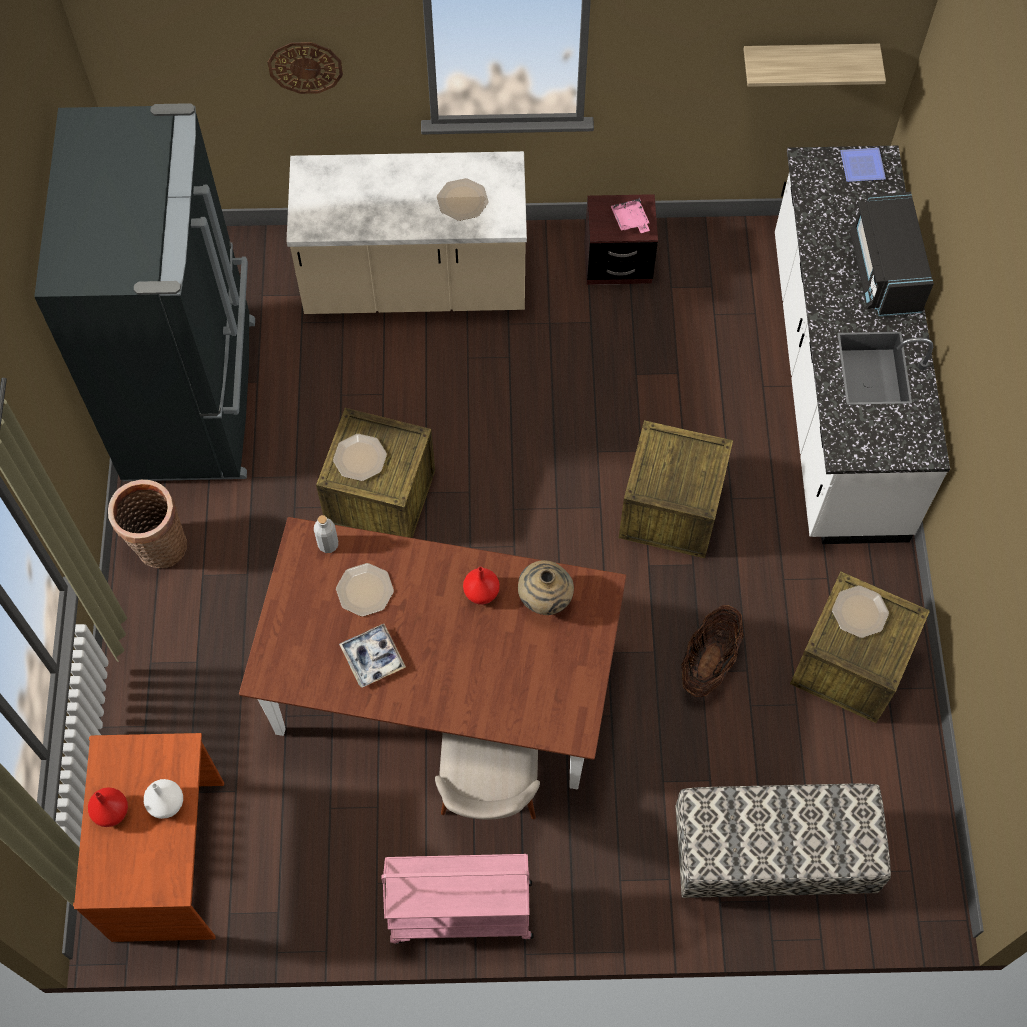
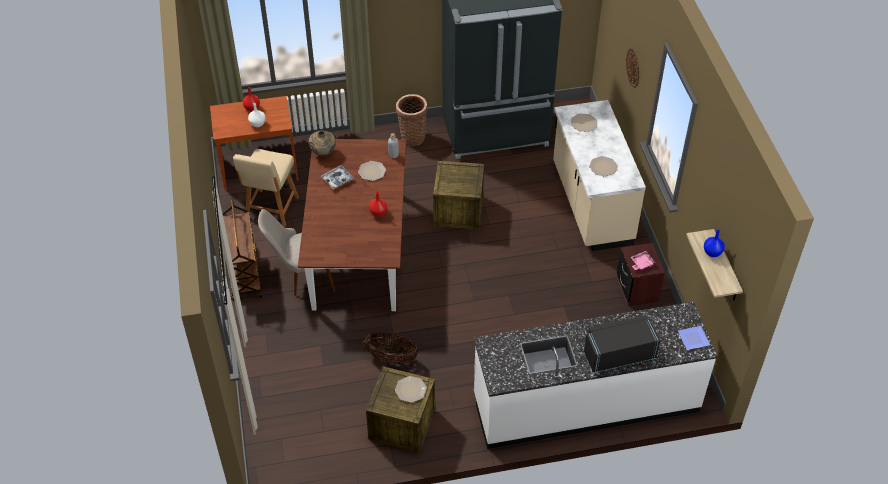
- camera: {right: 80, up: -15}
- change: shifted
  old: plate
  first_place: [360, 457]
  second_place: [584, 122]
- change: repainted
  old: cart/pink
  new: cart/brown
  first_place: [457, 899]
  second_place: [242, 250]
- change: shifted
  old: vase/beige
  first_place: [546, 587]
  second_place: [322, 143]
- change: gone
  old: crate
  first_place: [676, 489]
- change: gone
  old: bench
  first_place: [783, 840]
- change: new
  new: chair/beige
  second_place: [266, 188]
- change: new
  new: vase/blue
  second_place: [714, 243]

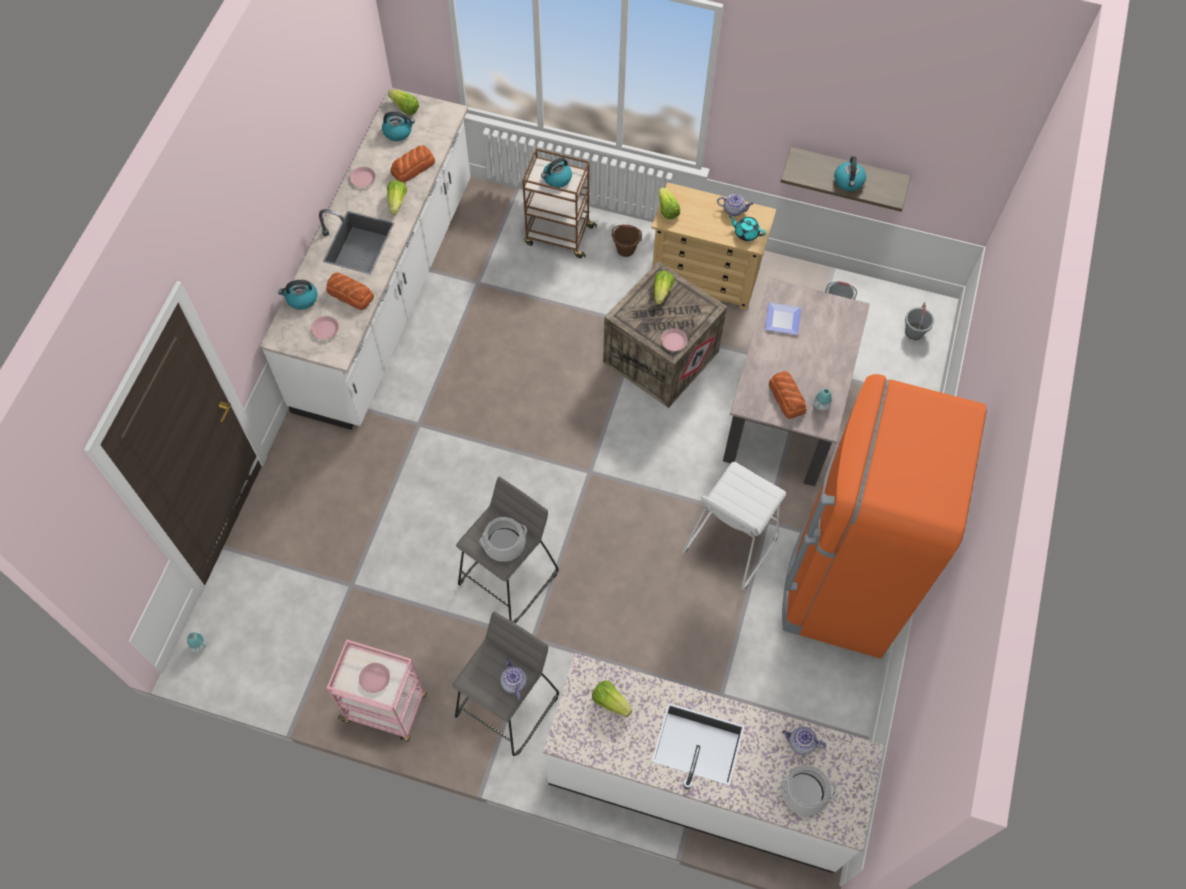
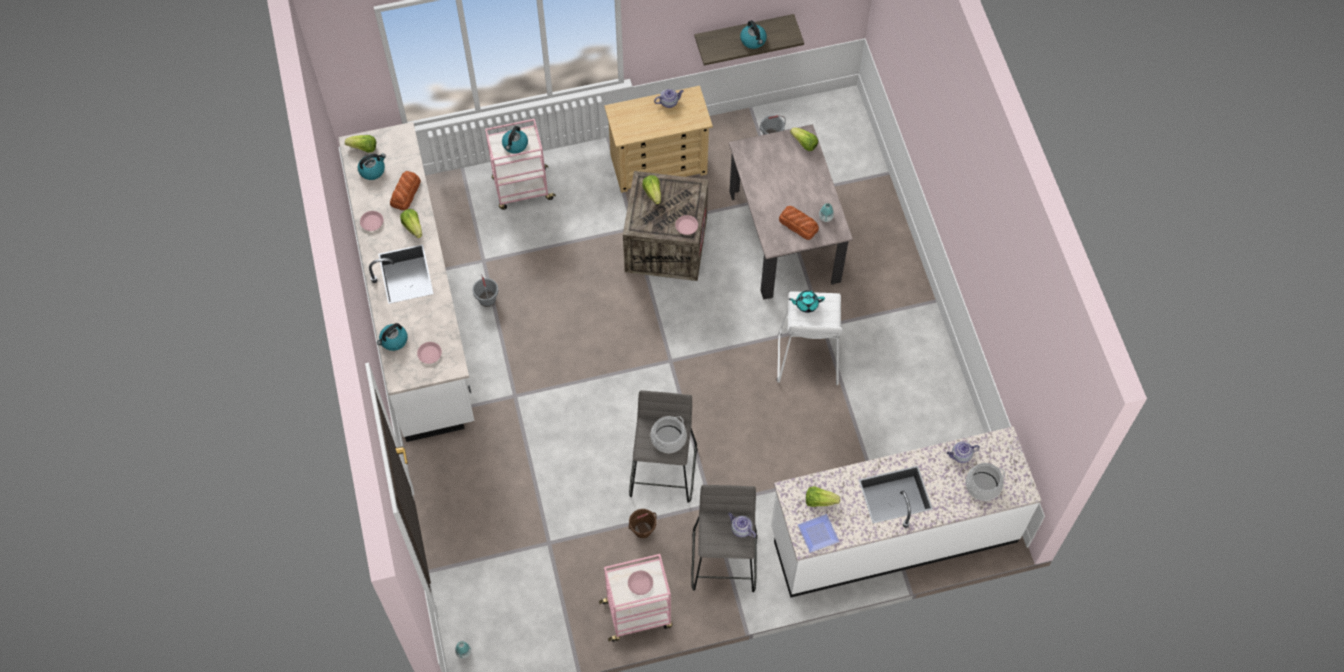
- camera: {right: -30, up: 0}
- change: gone
  old: bread
  first_place: [350, 291]
- change: repainted
  old: cart/brown
  new: cart/pink
  first_place: [559, 203]
  second_place: [520, 164]
- change: shifted
  old: bucket/brown
  first_place: [627, 240]
  second_place: [643, 523]
- change: shifted
  old: lettuce
  first_place: [669, 203]
  second_place: [804, 139]
- change: shifted
  old: teapot/turquoise
  first_place: [747, 228]
  second_place: [806, 301]
- change: shifted
  old: plate
  first_place: [783, 318]
  second_place: [818, 533]
- change: gone
  old: fridge/orange
  first_place: [884, 516]
- change: shifted
  old: bucket/grey
  first_place: [919, 321]
  second_place: [485, 290]

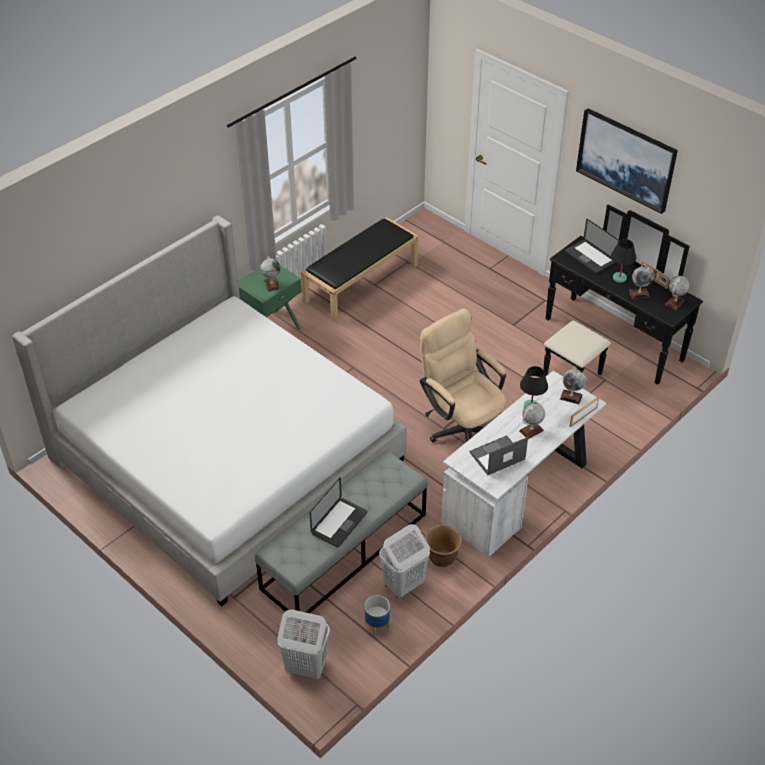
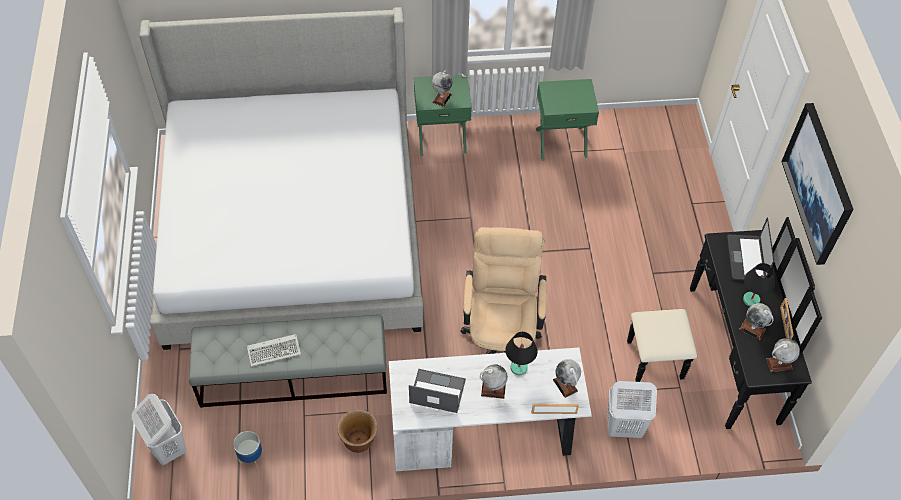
- camera: {right: 40, up: 10}
- change: swapped
  old: bench/black
  new: nightstand/green
  first_place: [359, 269]
  second_place: [567, 120]
- change: swapped
  old: laptop
  new: keyboard
  first_place: [338, 512]
  second_place: [274, 350]
- change: shifted
  old: laundry basket/white
  first_place: [404, 561]
  second_place: [632, 409]

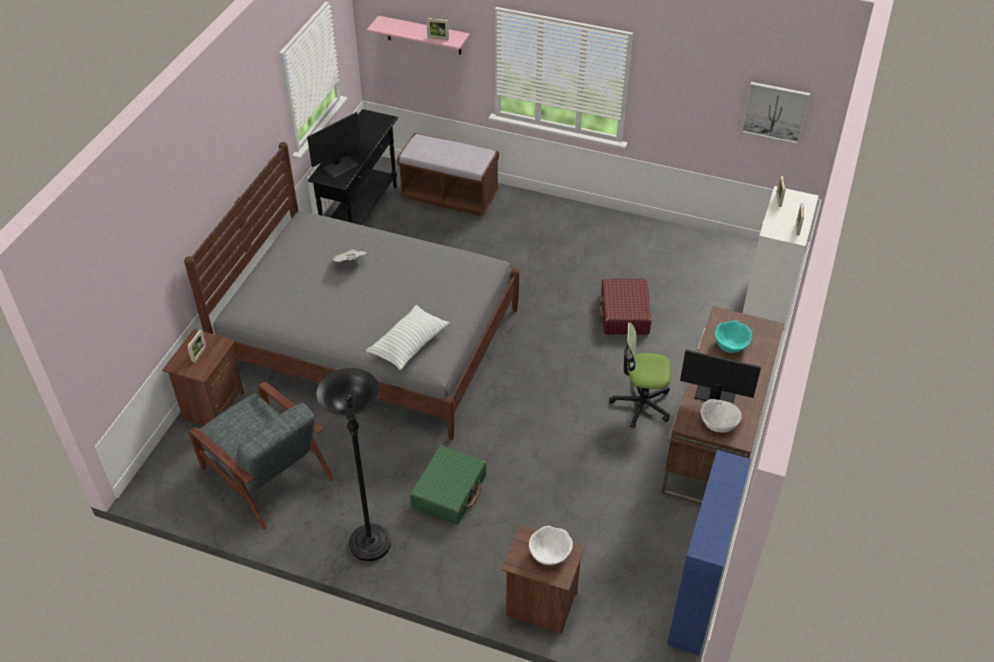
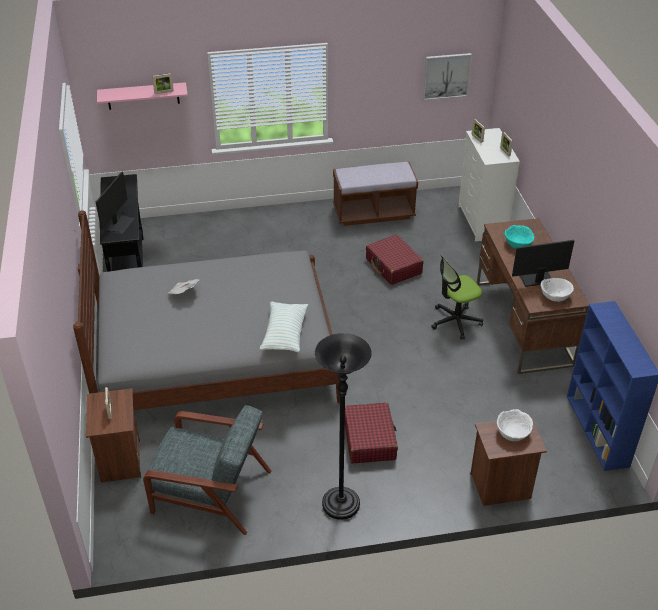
- camera: {right: -30, up: -5}
- change: shifted
  old: bench/brown
  first_place: [448, 174]
  second_place: [375, 194]
- change: repainted
  old: suitcase/green
  new: suitcase/red
  first_place: [448, 485]
  second_place: [371, 433]

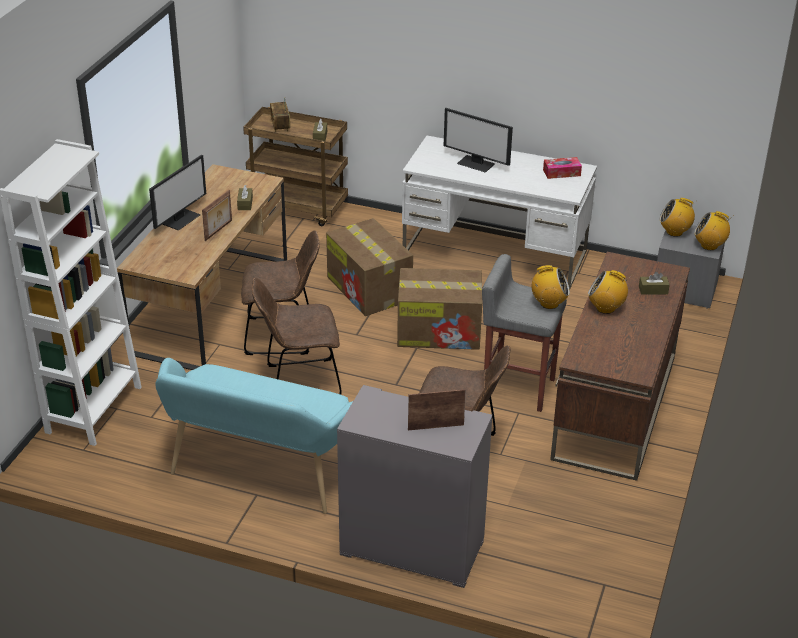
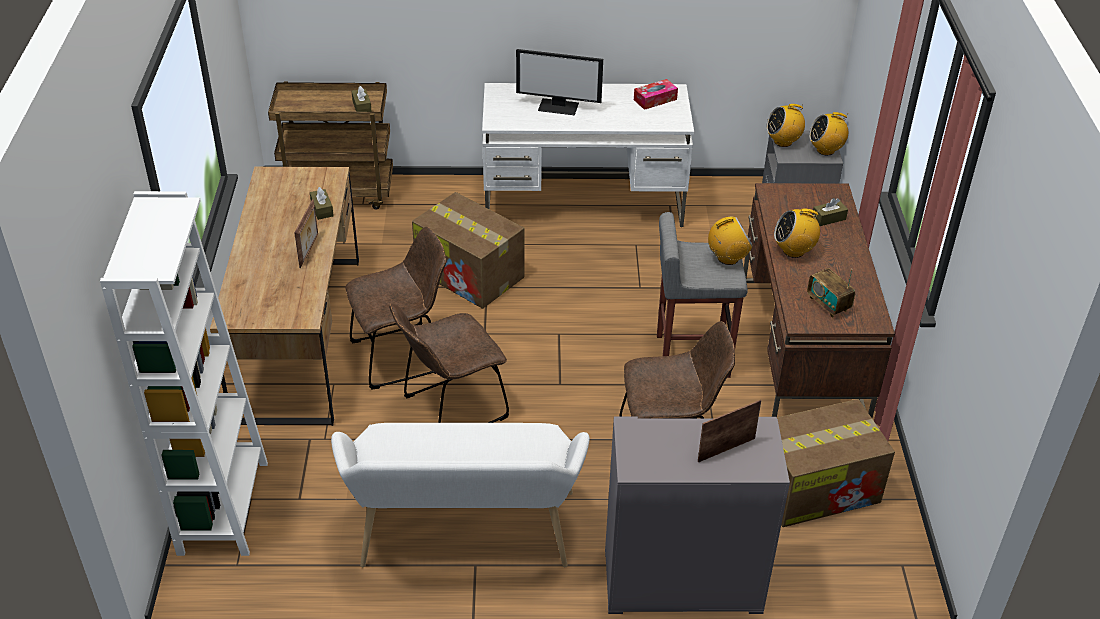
- camera: {right: -20, up: 5}
- change: gone
  old: monitor
  first_place: [177, 193]
- change: repainted
  old: bench/turquoise
  new: bench/white
  first_place: [254, 436]
  second_place: [460, 495]
- change: shifted
  old: radio
  first_place: [280, 114]
  second_place: [831, 293]
- change: shifted
  old: cardboard box
  first_place: [439, 309]
  second_place: [836, 463]

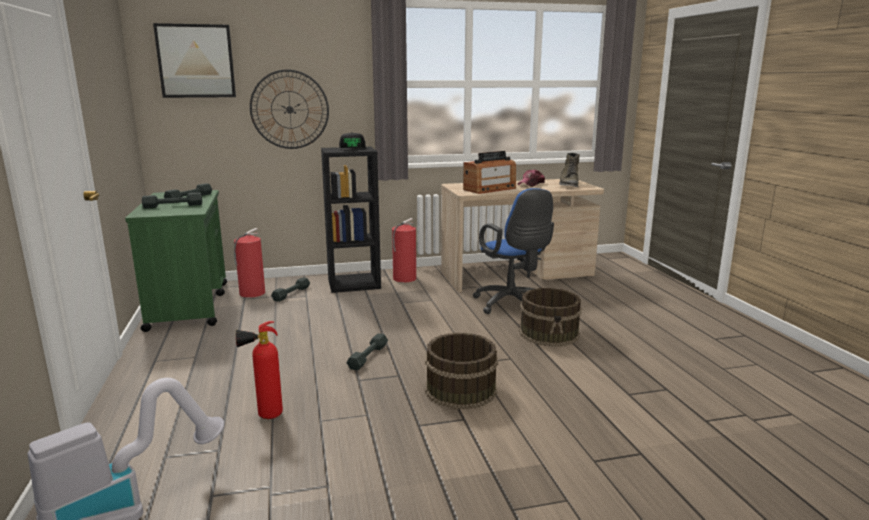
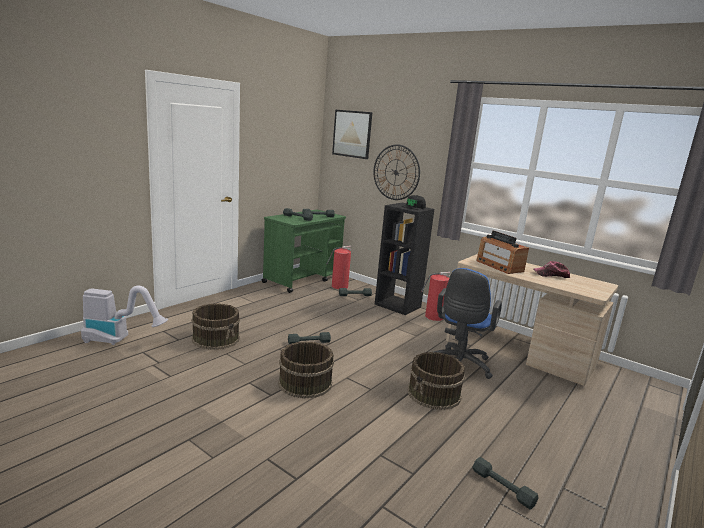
- camera: {right: 50, up: 0}
- change: swapped
  old: fire extinguisher
  new: bucket/brown
  first_place: [259, 370]
  second_place: [215, 326]
- change: rotated
  old: radio
  first_place: [489, 172]
  second_place: [502, 252]
  degrees: 45
- change: gone
  old: boot/green
  first_place: [569, 170]
- change: new
  new: dumbbell/grey
  second_place: [505, 483]

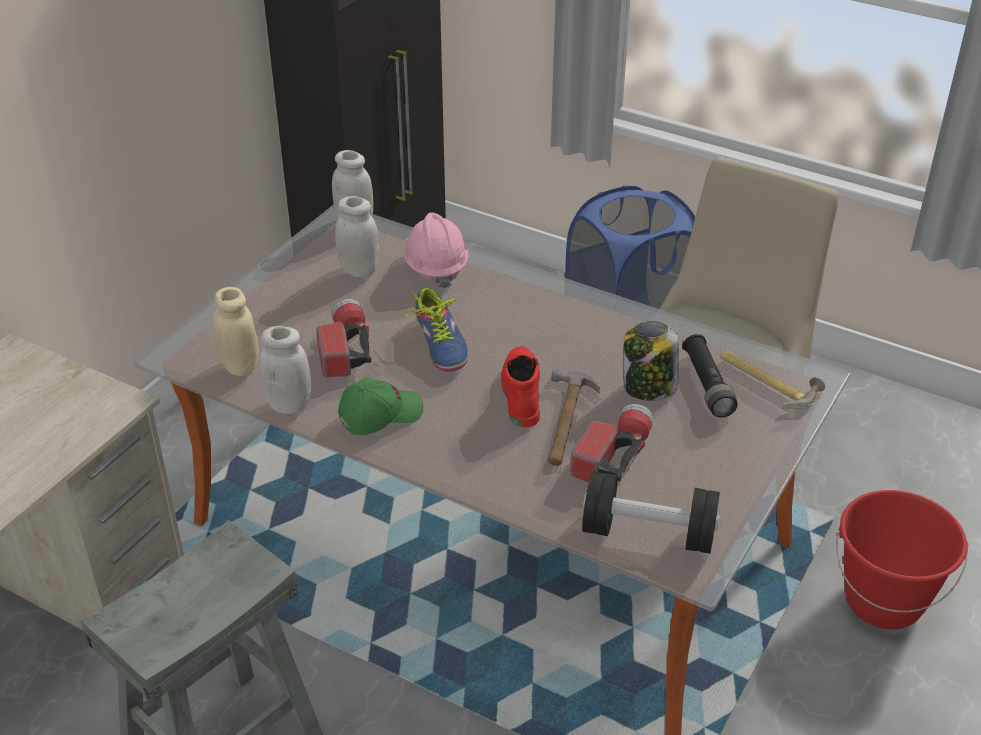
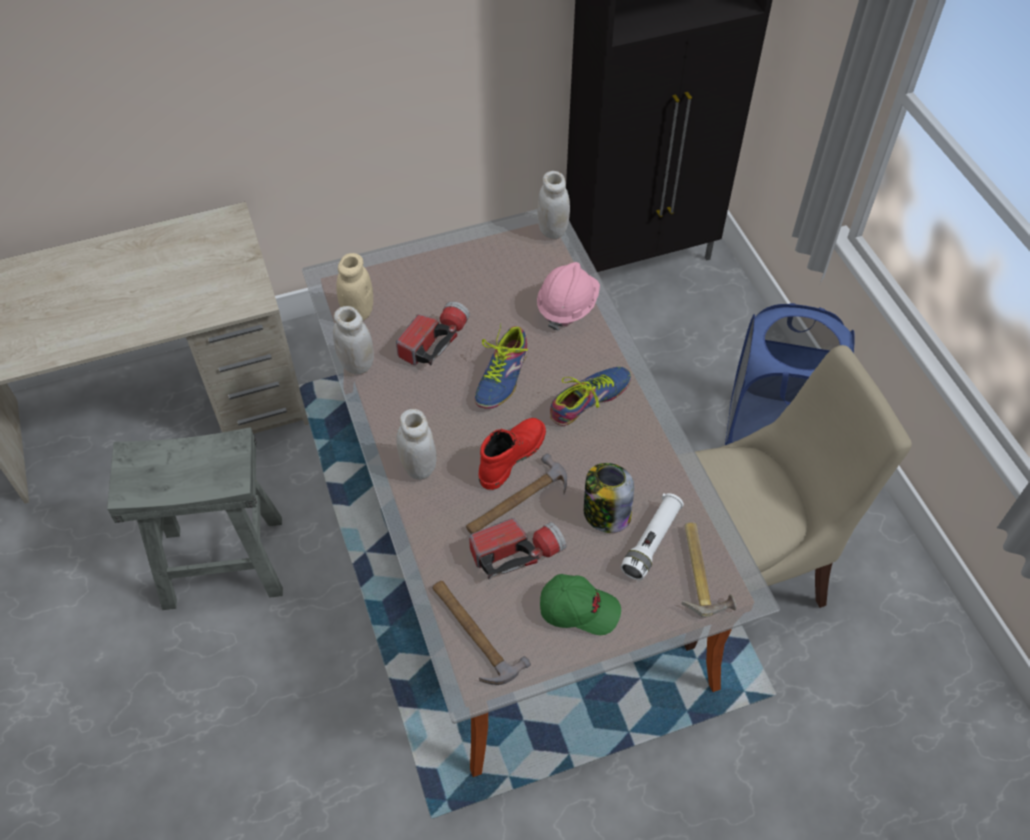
- camera: {right: 40, up: 15}
- change: shifted
  old: jar/white
  first_place: [357, 236]
  second_place: [416, 444]
- change: shifted
  old: cap/green
  first_place: [380, 406]
  second_place: [580, 604]
- change: swapped
  old: dumbbell/black
  new: hammer
  first_place: [651, 512]
  second_place: [482, 633]
- change: repainted
  old: flashlight/black
  new: flashlight/white
  first_place: [710, 376]
  second_place: [652, 536]
- change: gone
  old: bucket/red
  first_place: [902, 560]
- change: new
  new: shoe
  second_place: [590, 396]

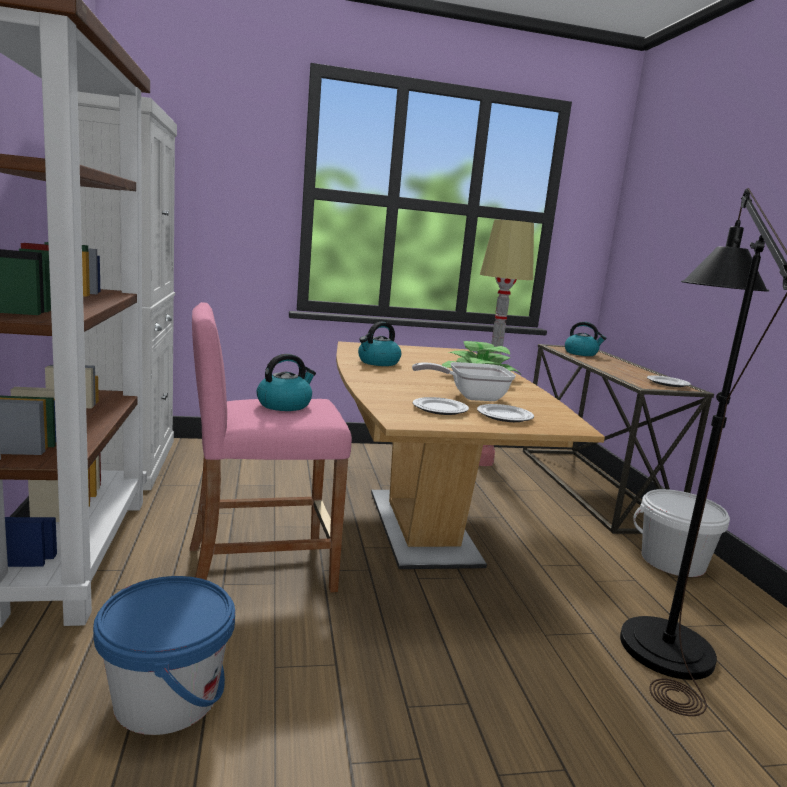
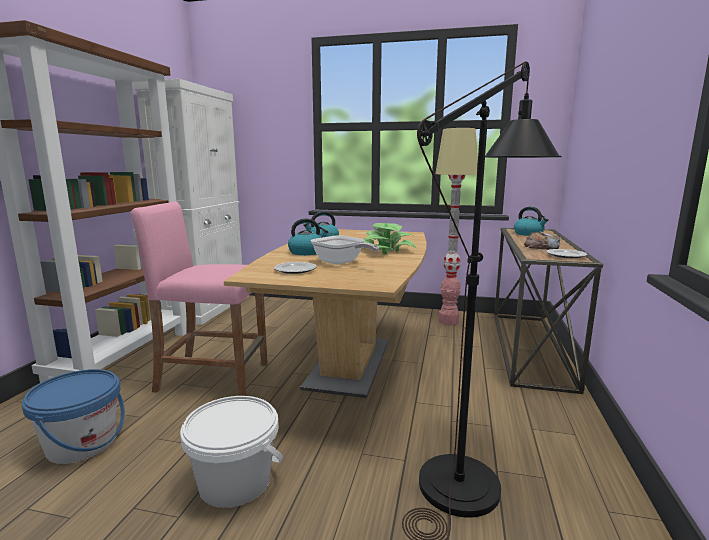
- camera: {right: 25, up: 0}
- change: shifted
  old: kettle
  first_place: [286, 382]
  second_place: [308, 236]
- change: rotated
  old: frying pan
  first_place: [464, 381]
  second_place: [345, 250]
  degrees: -150
- change: gone
  old: plate
  first_place: [505, 413]
- change: shifted
  old: bucket/white
  first_place: [681, 533]
  second_place: [231, 452]
- change: new
  new: bread
  second_place: [542, 240]

